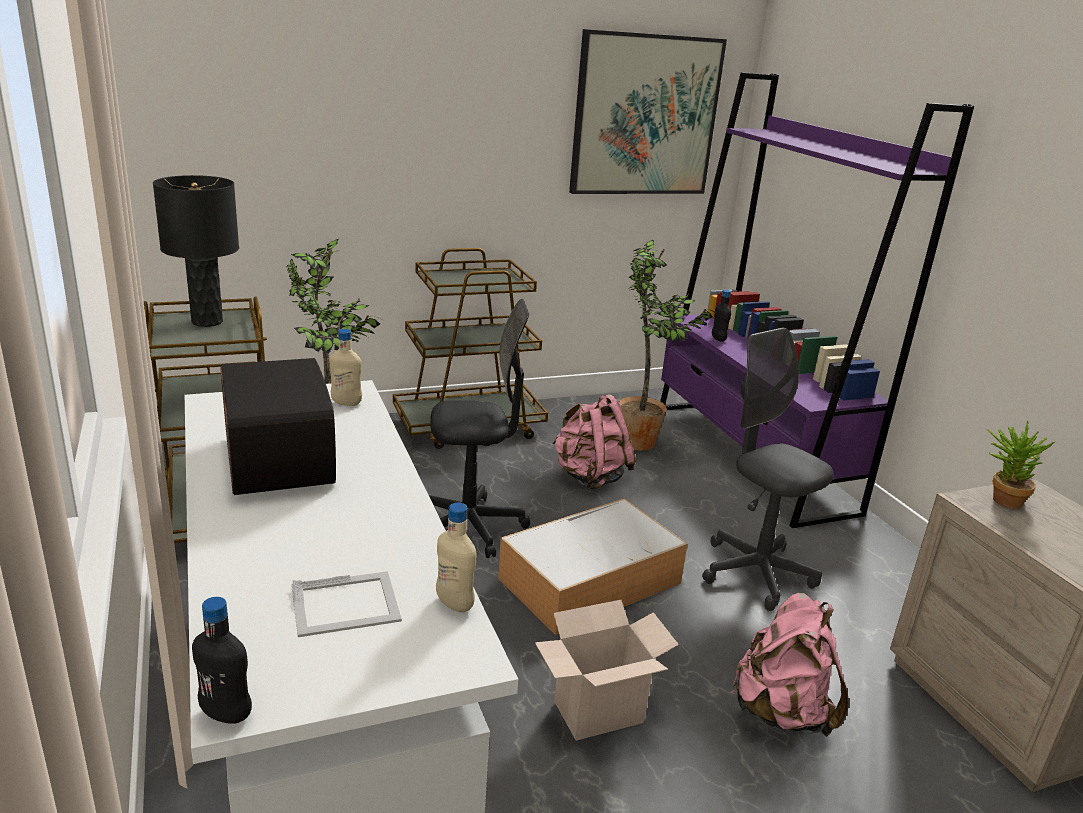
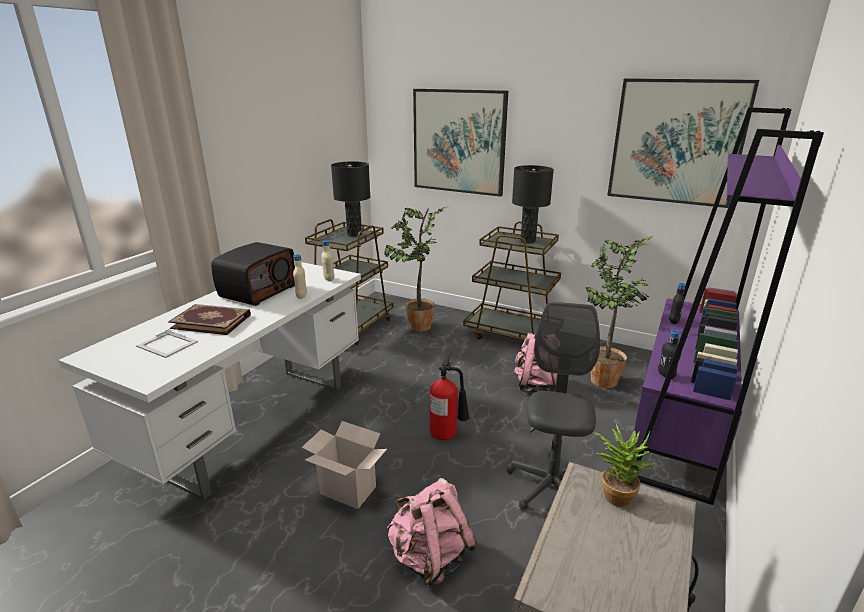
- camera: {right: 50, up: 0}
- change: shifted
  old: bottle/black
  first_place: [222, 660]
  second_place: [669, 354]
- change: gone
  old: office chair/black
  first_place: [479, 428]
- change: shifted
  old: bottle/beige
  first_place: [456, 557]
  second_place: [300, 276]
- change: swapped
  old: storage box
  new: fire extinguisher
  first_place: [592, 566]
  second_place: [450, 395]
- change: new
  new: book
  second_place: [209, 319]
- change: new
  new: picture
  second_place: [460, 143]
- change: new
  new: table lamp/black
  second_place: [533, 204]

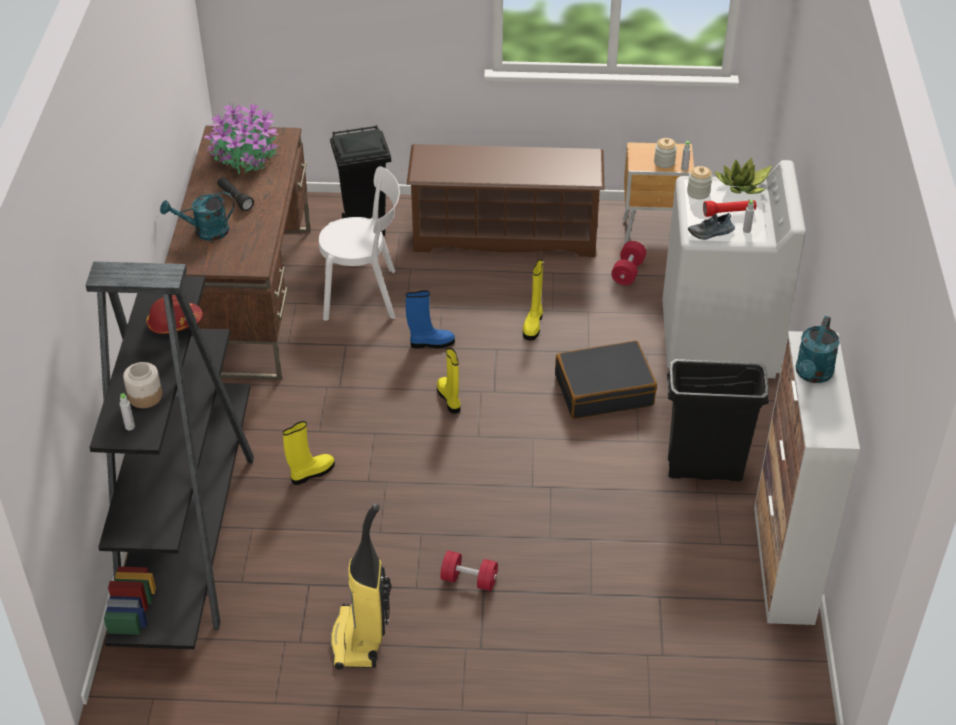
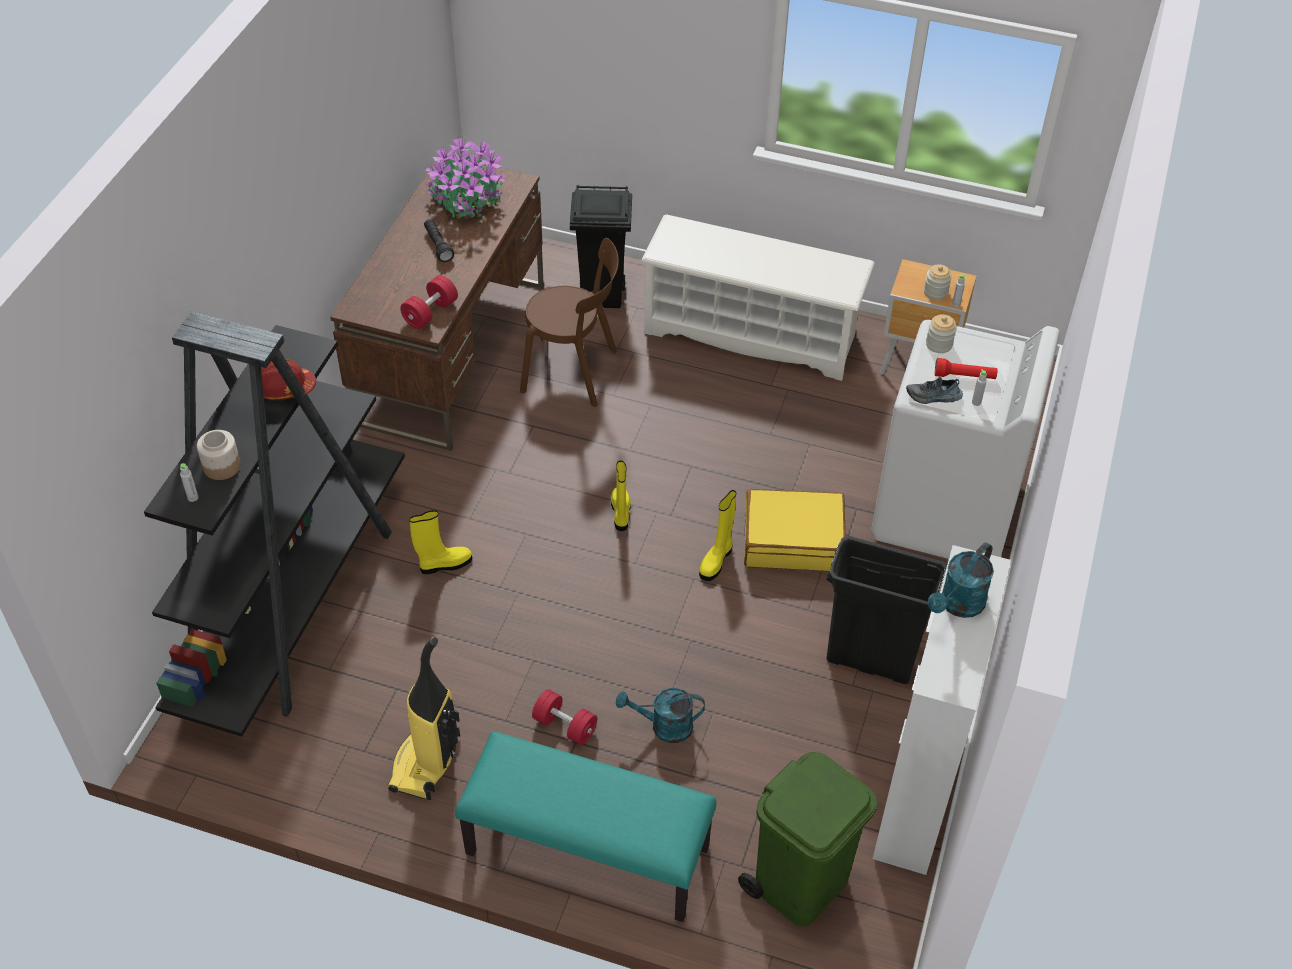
- camera: {right: 15, up: 5}
- change: shifted
  old: watering can/turquoise
  first_place: [197, 216]
  second_place: [660, 715]
- change: repainted
  old: chair/white
  new: chair/brown
  first_place: [359, 243]
  second_place: [569, 322]
- change: gone
  old: boot/blue
  first_place: [430, 319]
- change: repainted
  old: shoe rack/brown
  new: shoe rack/white
  first_place: [505, 200]
  second_place: [758, 297]
- change: shifted
  old: boot/yellow
  first_place: [533, 299]
  second_place: [717, 535]
- change: repainted
  old: suitcase/black
  new: suitcase/yellow
  first_place: [606, 379]
  second_place: [795, 530]
- change: shifted
  old: dumbbell/red
  first_place: [628, 263]
  second_place: [429, 302]
- change: gone
  old: potted plant
  first_place: [743, 175]
- change: new
  new: bench/turquoise
  second_place: [585, 826]
- change: new
  new: trash can/green
  second_place: [807, 839]

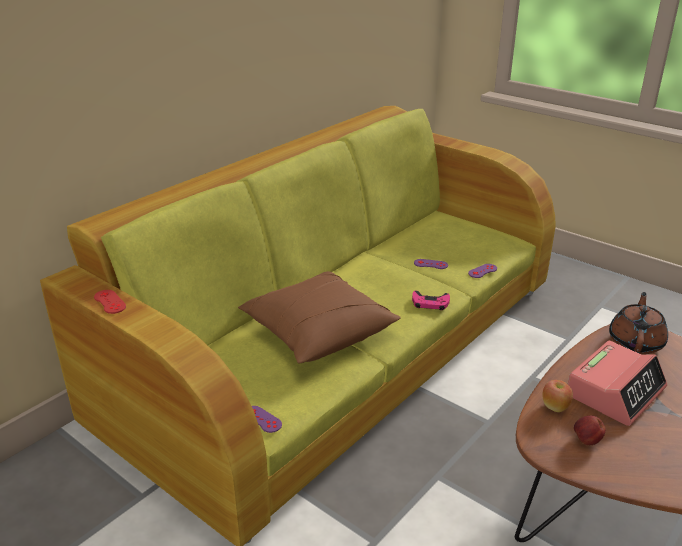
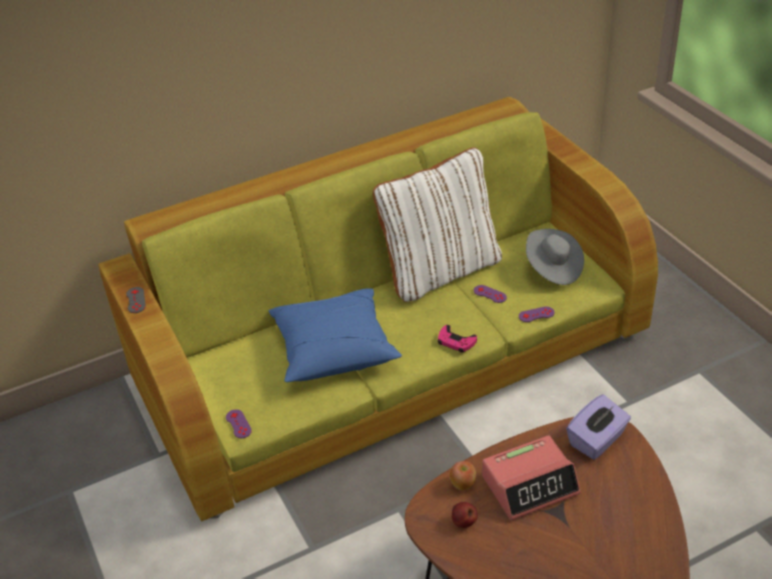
- camera: {right: 25, up: 10}
- change: repainted
  old: game controller/red
  new: game controller/grey
  first_place: [110, 302]
  second_place: [136, 300]
- change: repainted
  old: pillow/brown
  new: pillow/blue
  first_place: [319, 317]
  second_place: [335, 335]
- change: swapped
  old: teapot/brown
  new: tissue box/purple
  first_place: [638, 323]
  second_place: [598, 427]
- change: new
  new: pillow/white
  second_place: [437, 224]
- change: new
  new: hat/grey
  second_place: [555, 257]

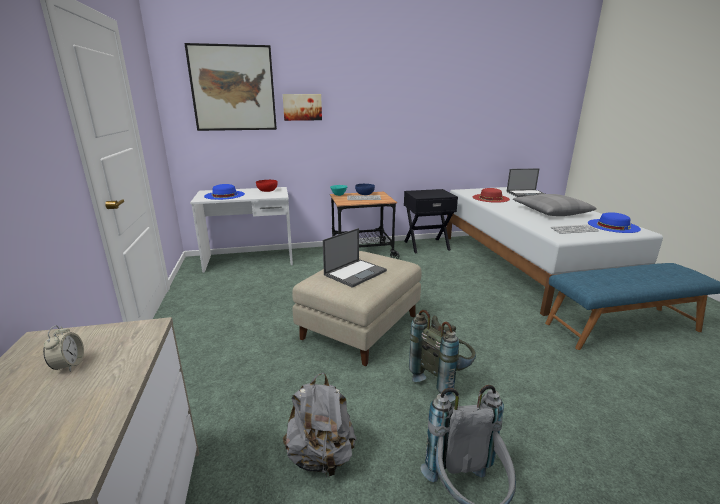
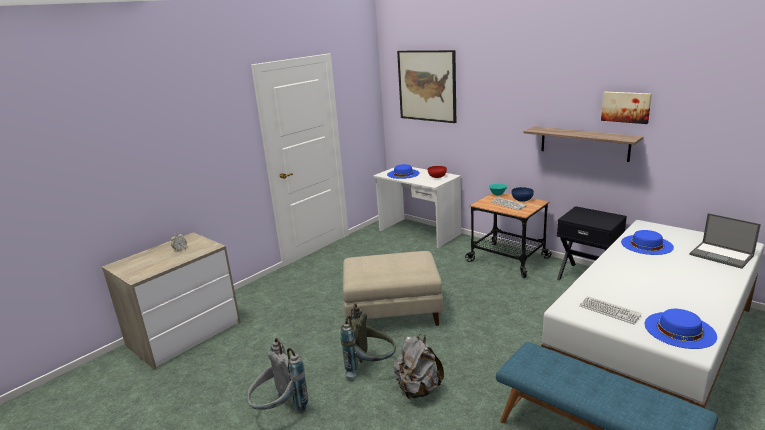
- camera: {right: 55, up: 0}
- change: shifted
  old: picture
  first_place: [302, 107]
  second_place: [626, 108]
- change: shifted
  old: backpack/grey
  first_place: [320, 425]
  second_place: [418, 366]
- change: gone
  old: laptop
  first_place: [355, 258]
- change: repainted
  old: hat/red
  new: hat/blue
  first_place: [491, 195]
  second_place: [647, 242]
- change: gone
  old: pillow/grey
  first_place: [555, 205]
- change: new
  new: shelf
  second_place: [583, 144]

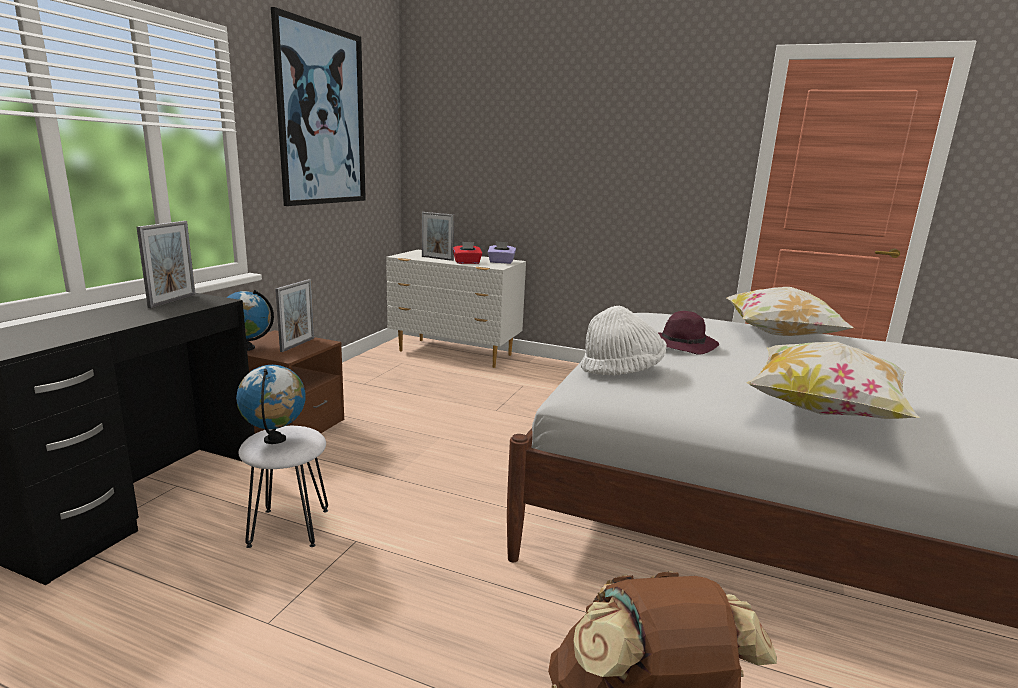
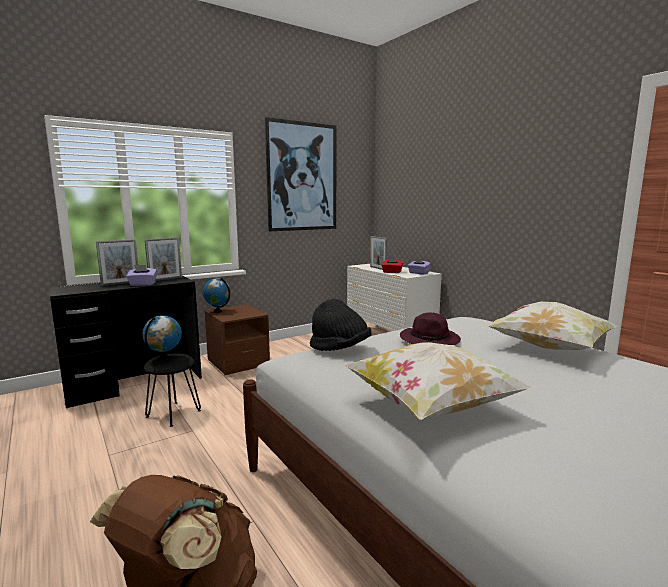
- camera: {right: 35, up: -5}
- change: repainted
  old: stool/white
  new: stool/black
  first_place: [283, 487]
  second_place: [172, 390]
- change: shifted
  old: picture frame
  first_place: [294, 315]
  second_place: [117, 262]
- change: repainted
  old: hat/white
  new: hat/black
  first_place: [624, 340]
  second_place: [341, 325]
- change: new
  new: tissue box/purple
  second_place: [141, 275]

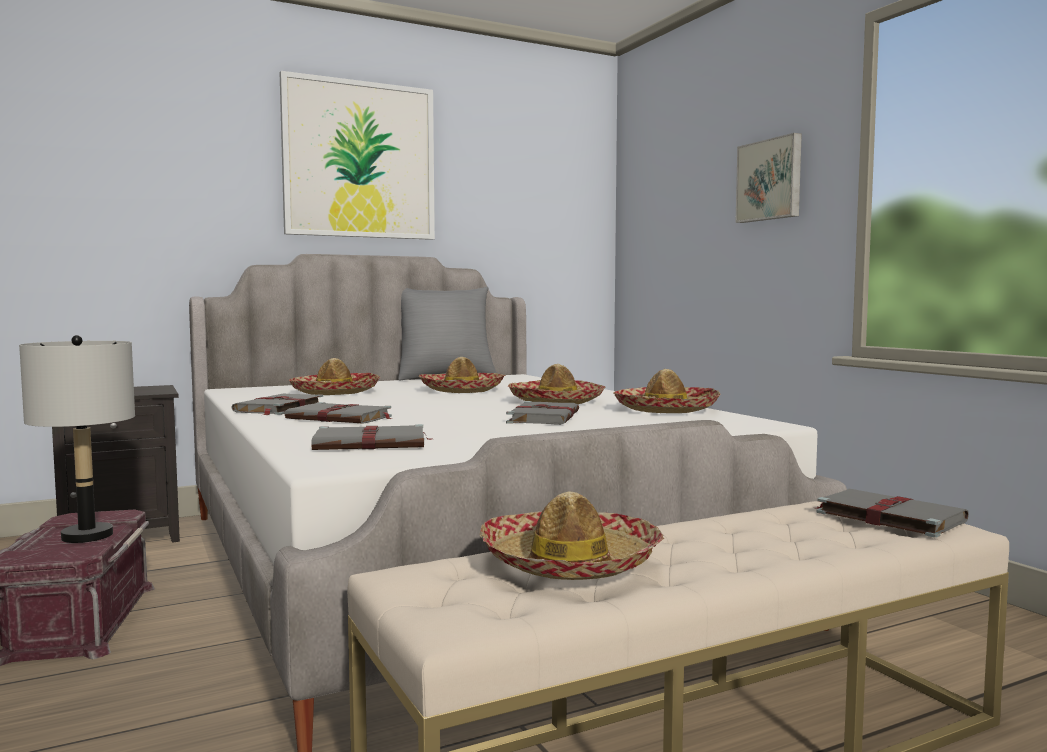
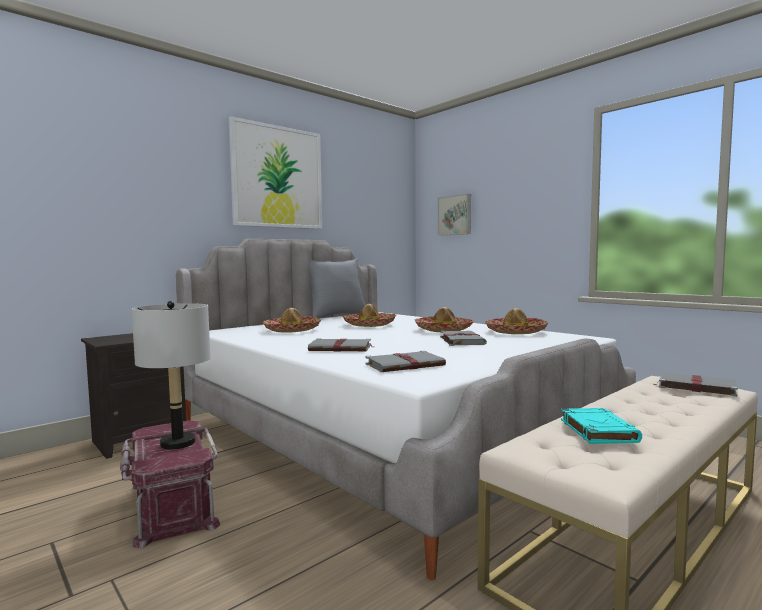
- camera: {right: -15, up: 0}
- change: gone
  old: book/grey
  first_place: [277, 404]
- change: swapped
  old: hat
  new: book/turquoise
  first_place: [572, 535]
  second_place: [601, 426]
- change: shifted
  old: picture
  first_place: [768, 178]
  second_place: [454, 215]

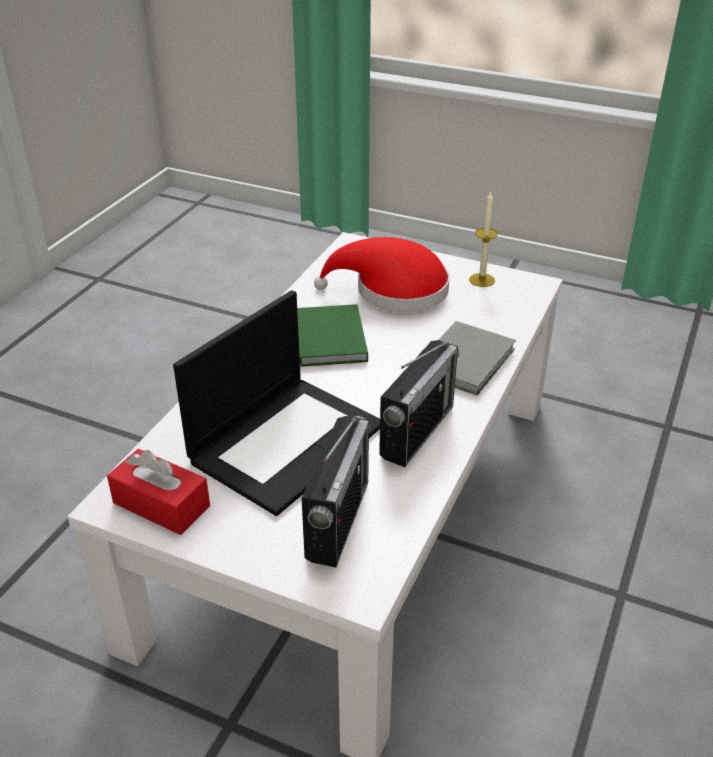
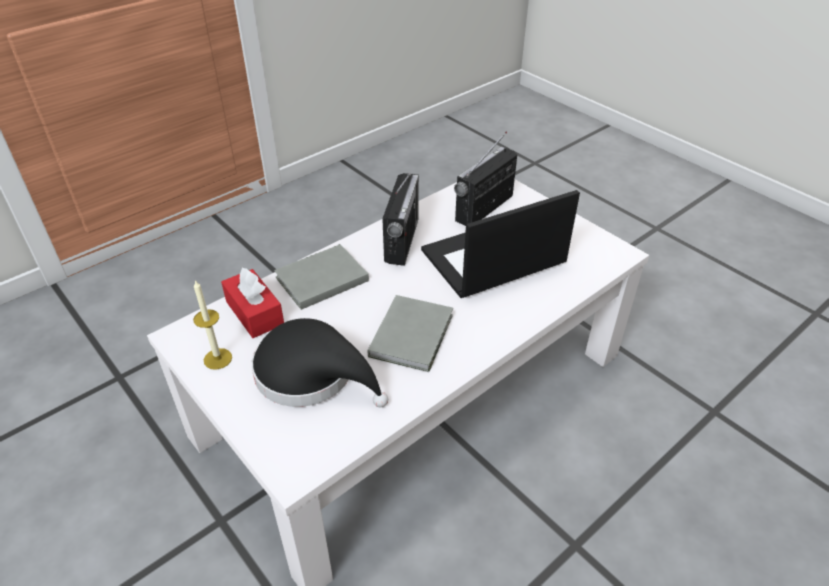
- camera: {right: -155, up: 5}
- change: shifted
  old: tissue box/red
  first_place: [158, 492]
  second_place: [252, 303]
- change: repainted
  old: book/green
  new: book/grey
  first_place: [332, 335]
  second_place: [410, 333]
- change: repainted
  old: hat/red
  new: hat/black
  first_place: [382, 274]
  second_place: [319, 362]
- change: rotated
  old: radio
  first_place: [419, 403]
  second_place: [400, 219]
  degrees: 135

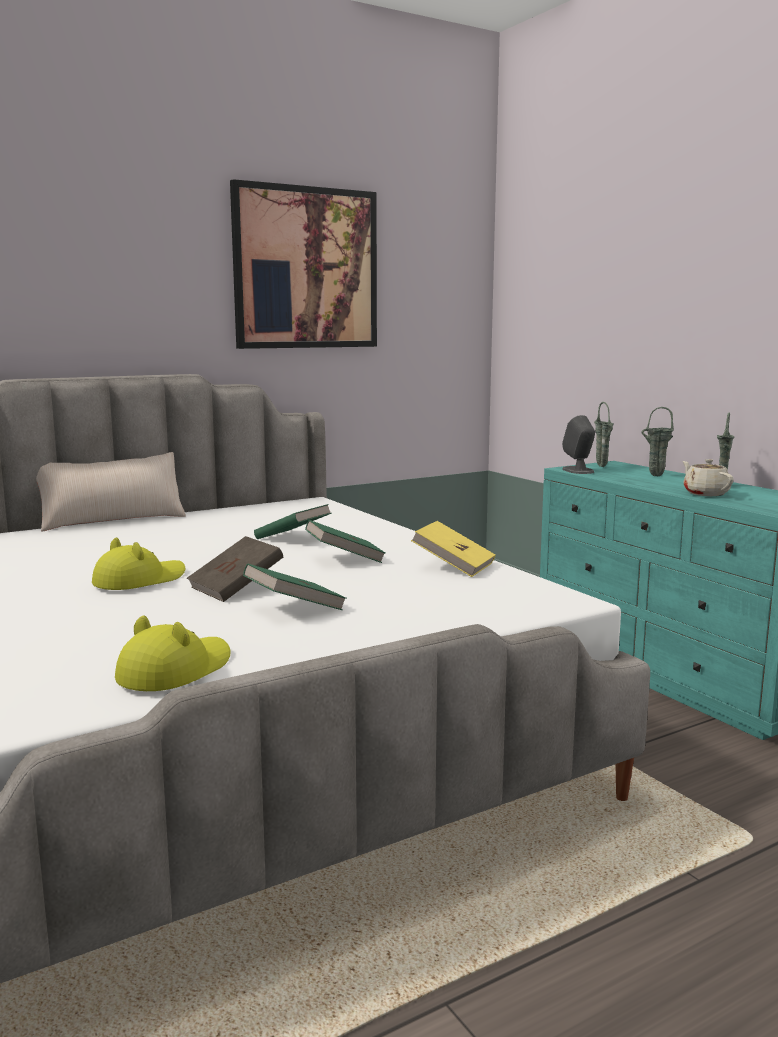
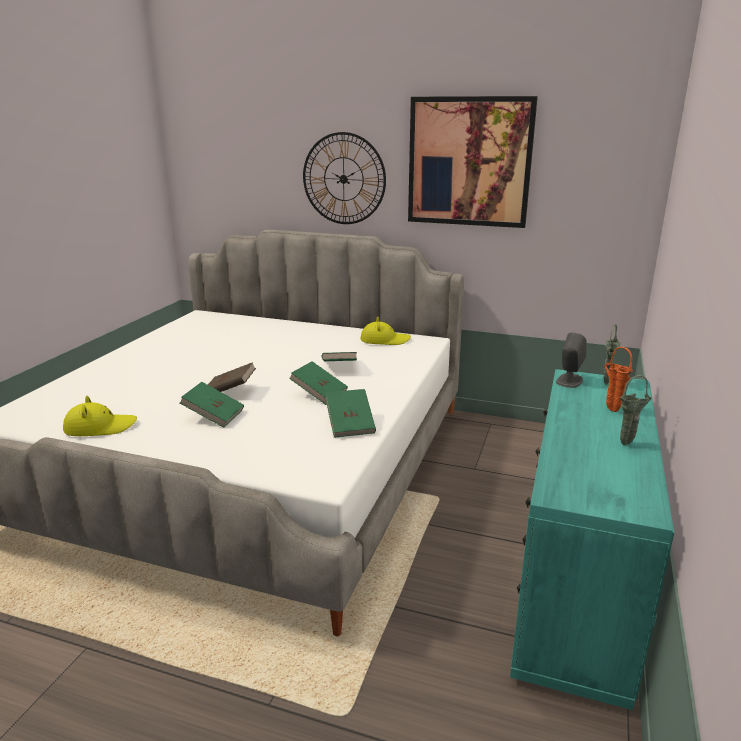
- camera: {right: 50, up: 10}
- change: gone
  old: pillow/beige
  first_place: [111, 492]
- change: shifted
  old: hat/yellow
  first_place: [138, 564]
  second_place: [385, 331]
- change: repainted
  old: book/yellow
  new: book/green
  first_place: [453, 549]
  second_place: [350, 413]
- change: repainted
  old: vase/green
  new: vase/orange
  first_place: [657, 441]
  second_place: [619, 379]
- change: gone
  old: teapot/beige
  first_place: [708, 477]
- change: new
  new: wall clock
  second_place: [344, 178]

